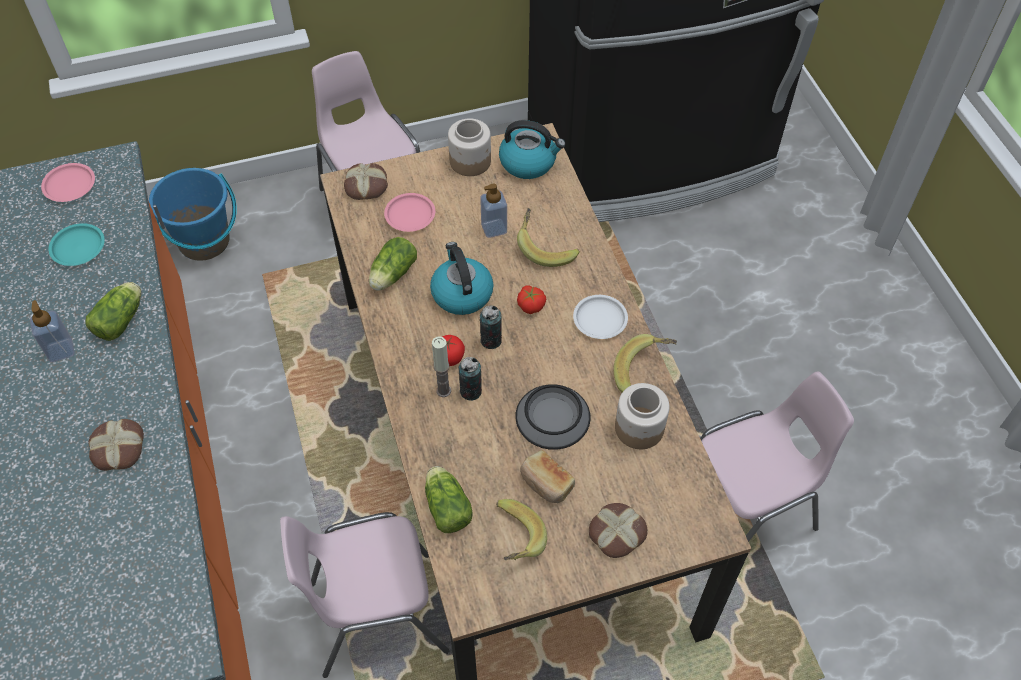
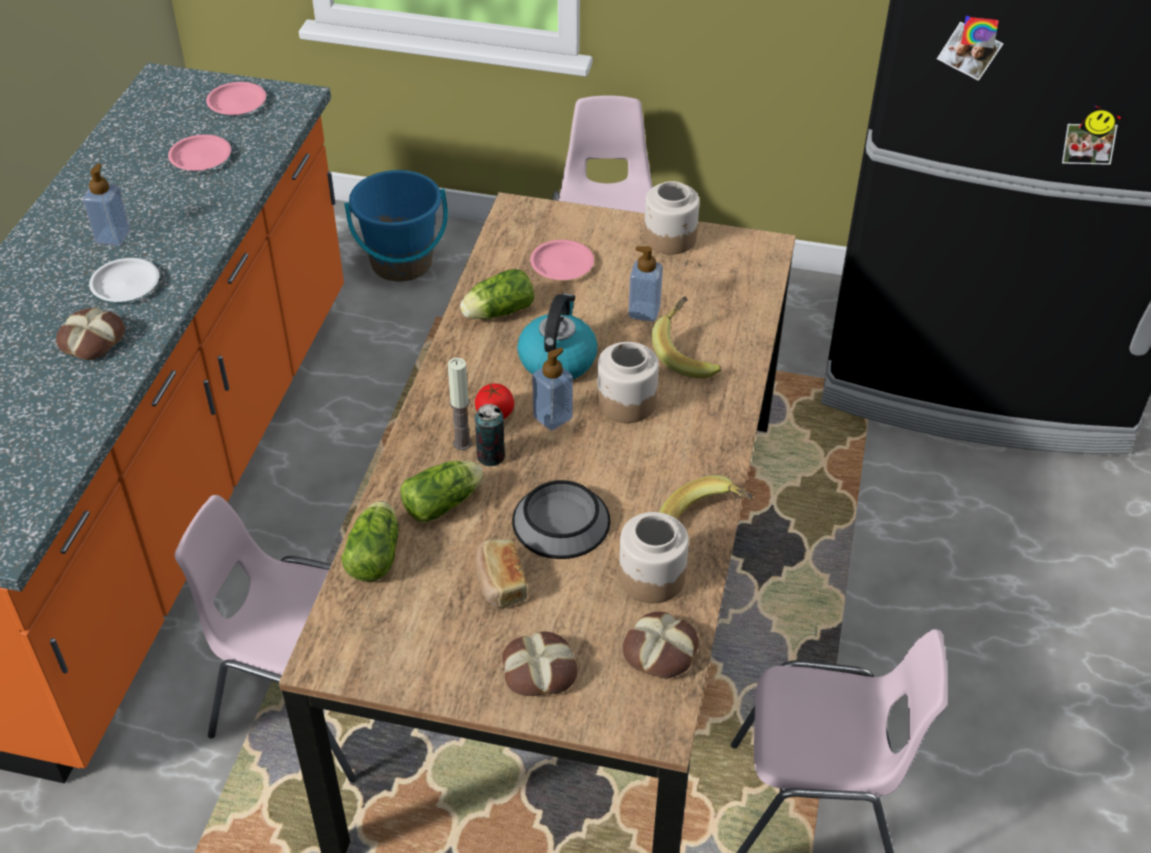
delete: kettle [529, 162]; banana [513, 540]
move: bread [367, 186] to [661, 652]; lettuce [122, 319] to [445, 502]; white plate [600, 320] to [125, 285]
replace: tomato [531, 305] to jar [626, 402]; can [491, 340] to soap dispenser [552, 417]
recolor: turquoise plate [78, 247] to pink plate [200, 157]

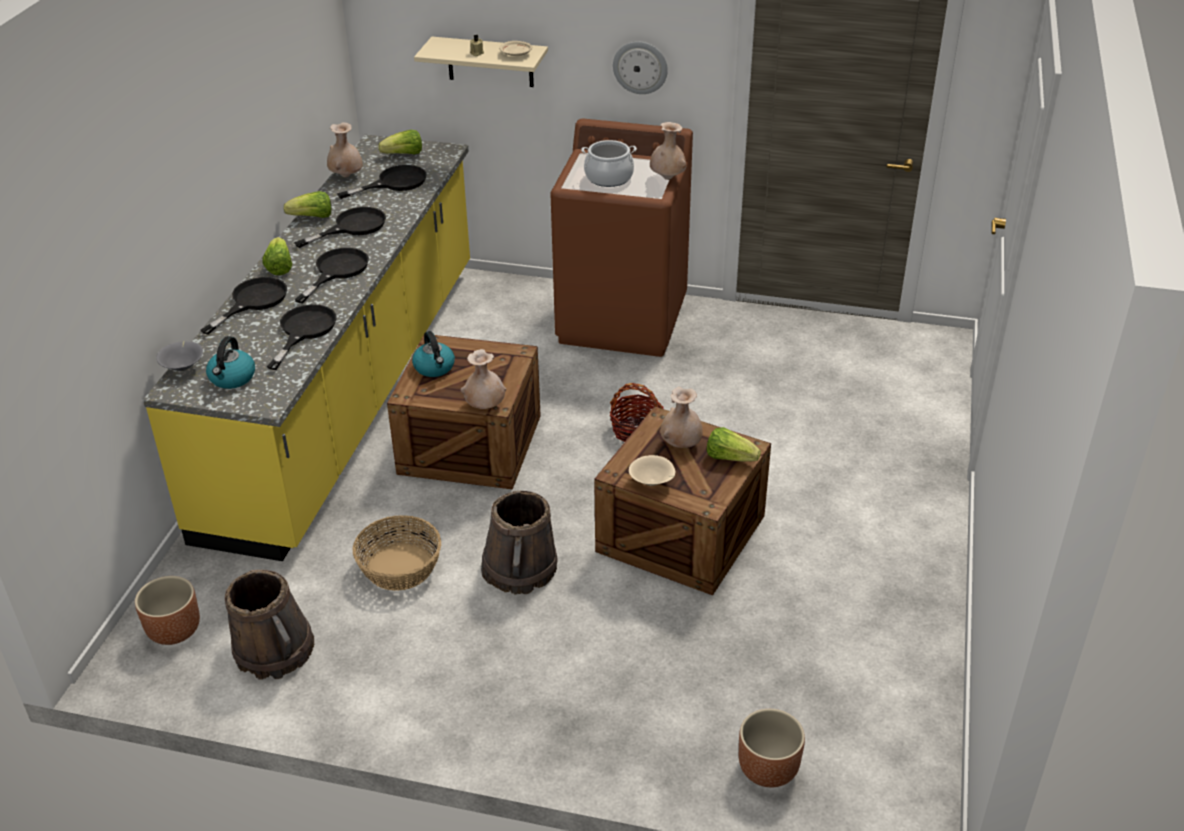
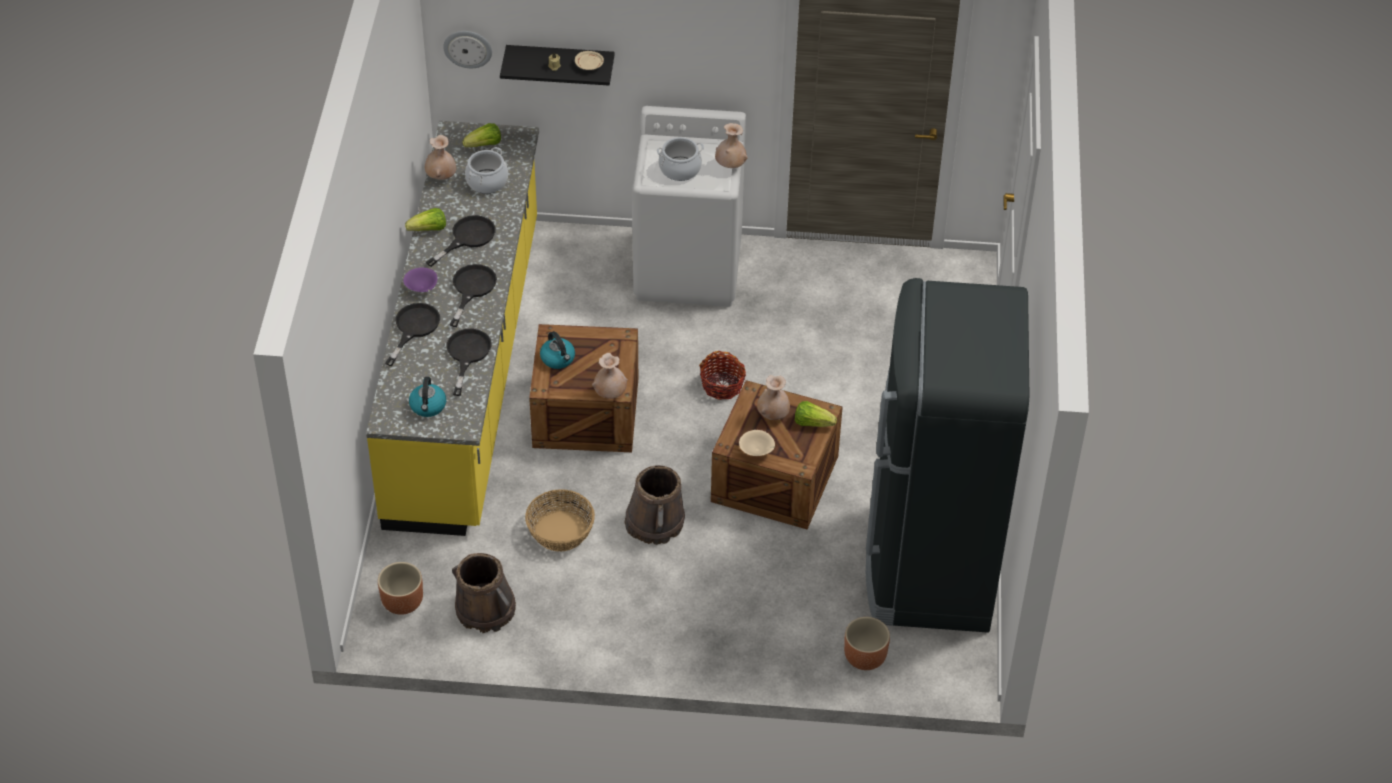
delete: grey bowl [183, 367]
insert: black fridge [929, 568]
move: wall clock [640, 67] to [468, 48]
replace: black frying pan [394, 183] to cooking pot [487, 181]; lettuce [279, 267] to purple bowl [421, 289]
recolor: beige shelf [490, 62] to black shelf [560, 63]; brown washing machine [623, 320] to white washing machine [688, 269]

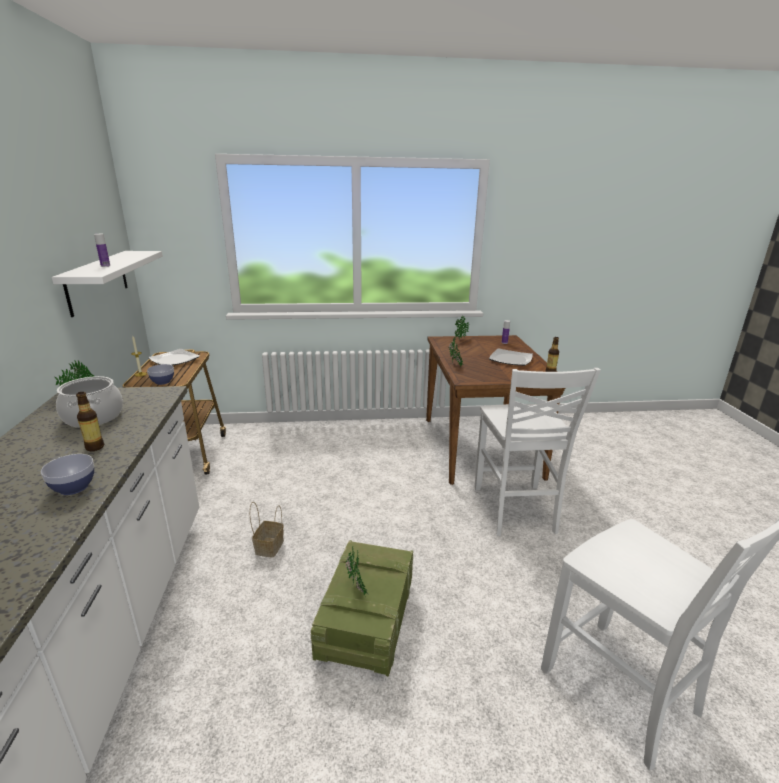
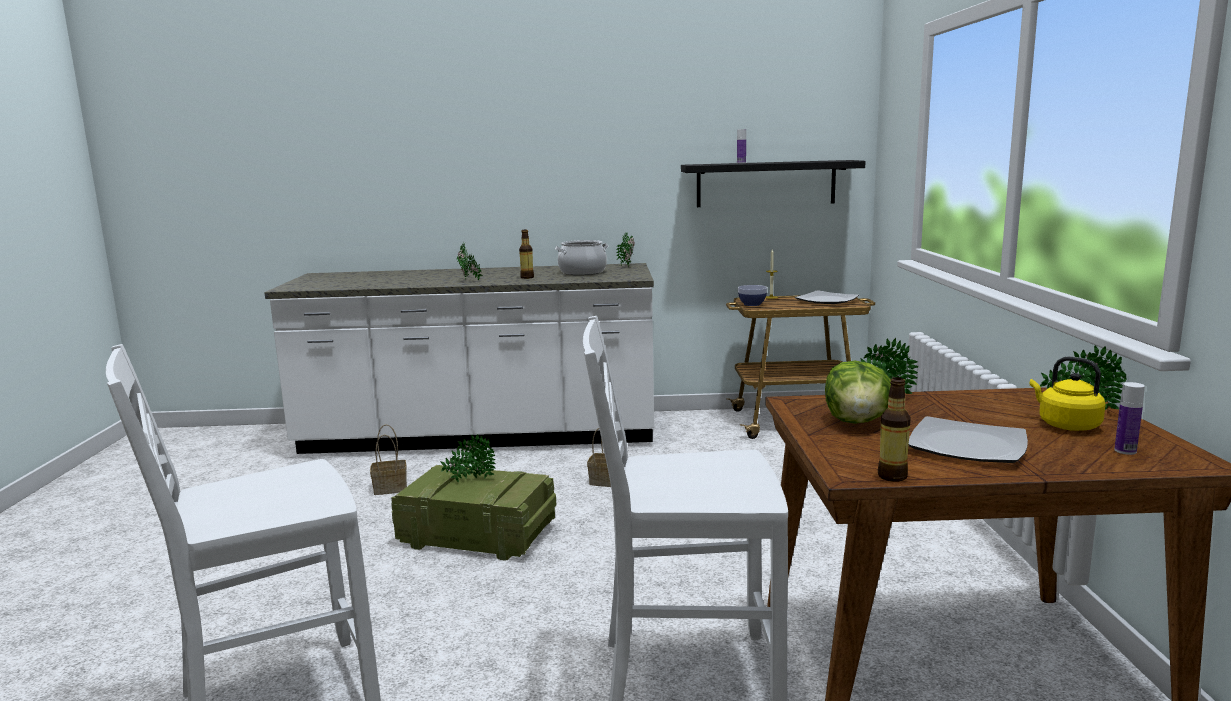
insert: yellow kettle [1065, 425]; lettuce [857, 422]; basket [391, 488]
replace: bowl [74, 487] to potted plant [470, 281]
recolor: white shelf [97, 281] to black shelf [766, 183]

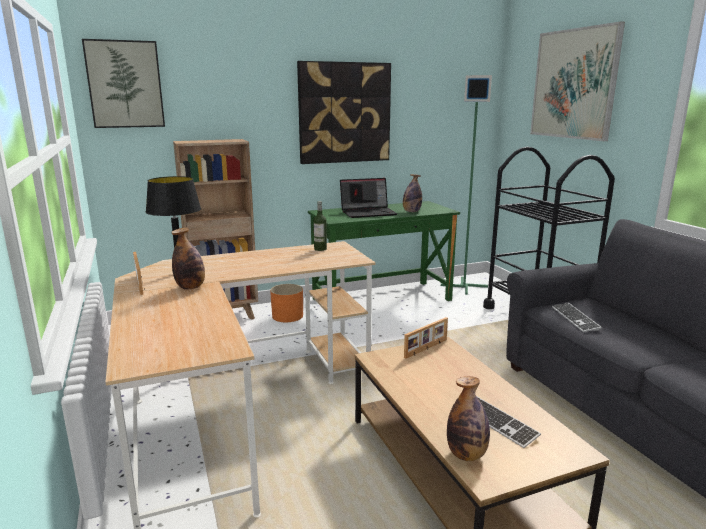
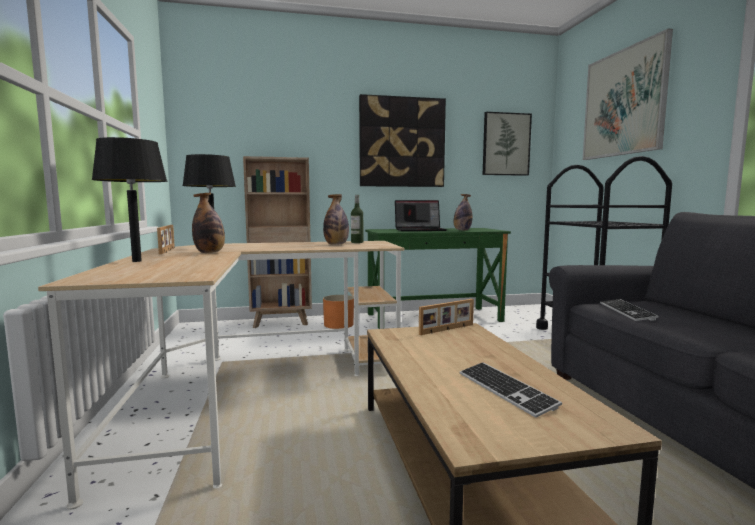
delete: green floor lamp [463, 286]
insert: black table lamp [137, 261]
move: picture [125, 84] to [506, 144]; bottle [466, 454] to [336, 244]

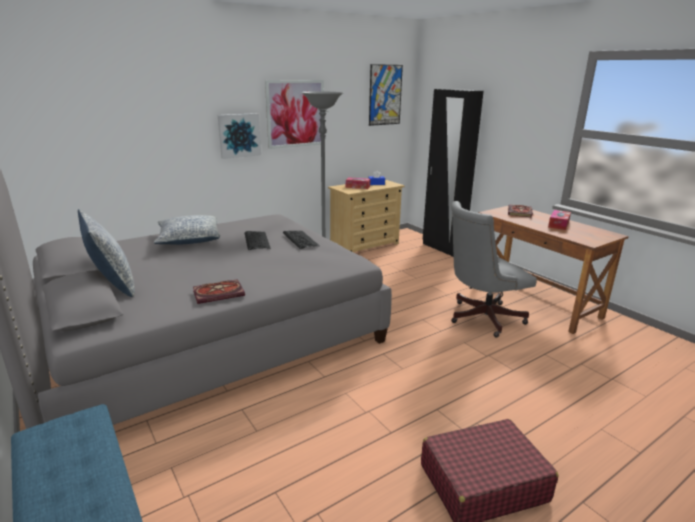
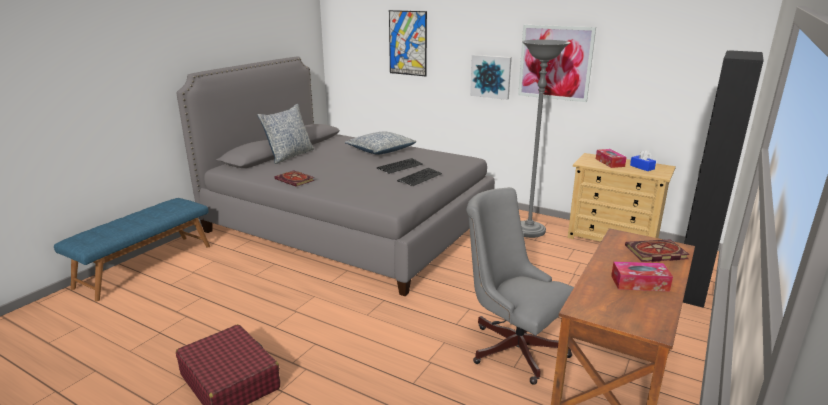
move: picture [385, 95] to [407, 43]

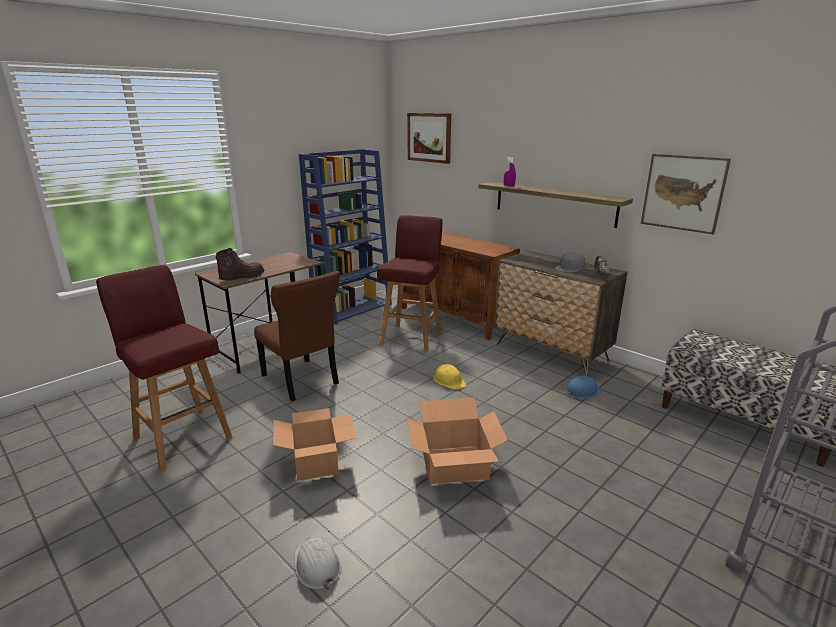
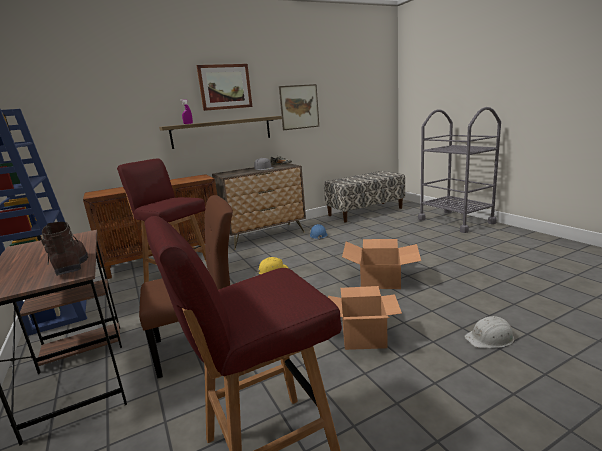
move: picture [429, 137] to [225, 87]

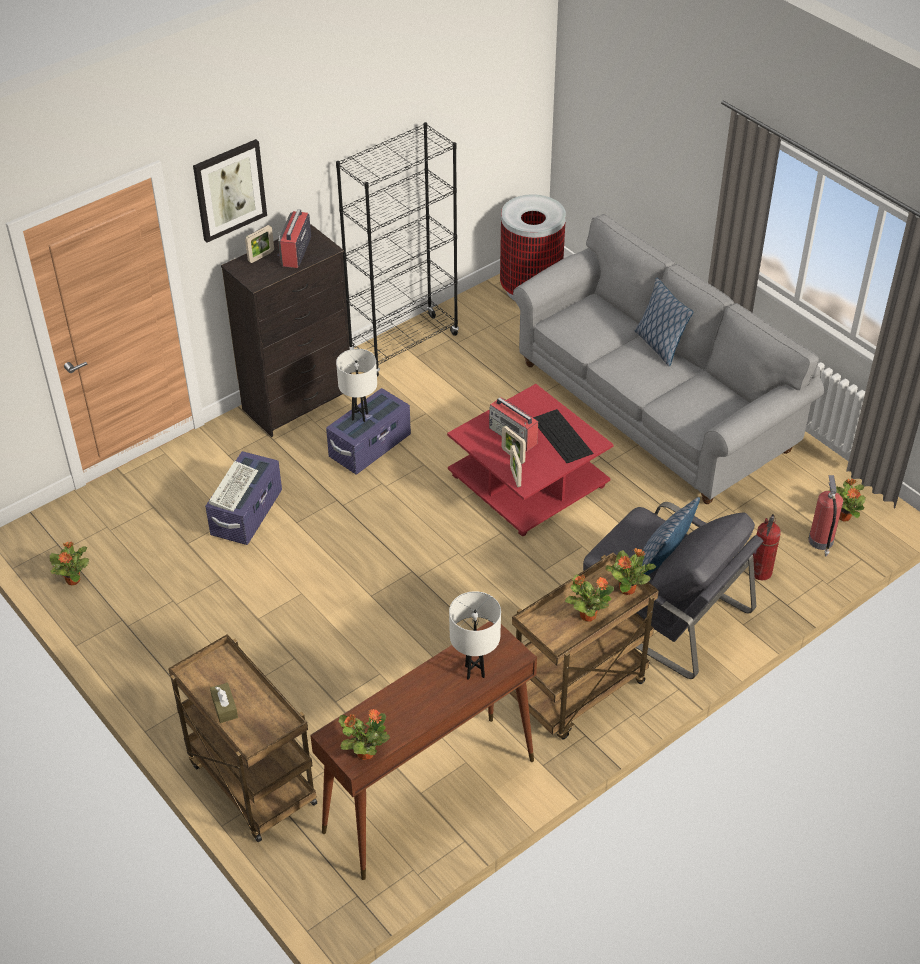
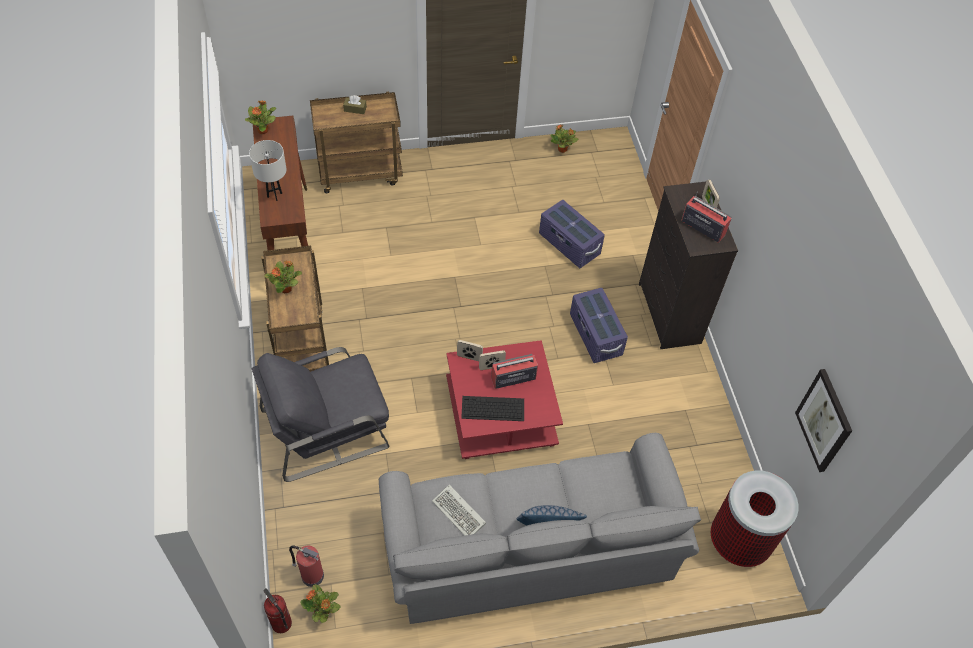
delete: black bookcase [404, 345]; white table lamp [359, 416]; pillow [663, 561]; potted plant [628, 589]
move: picture [229, 190] to [824, 420]; keyboard [233, 487] to [460, 513]; fire extinguisher [761, 572] to [281, 623]

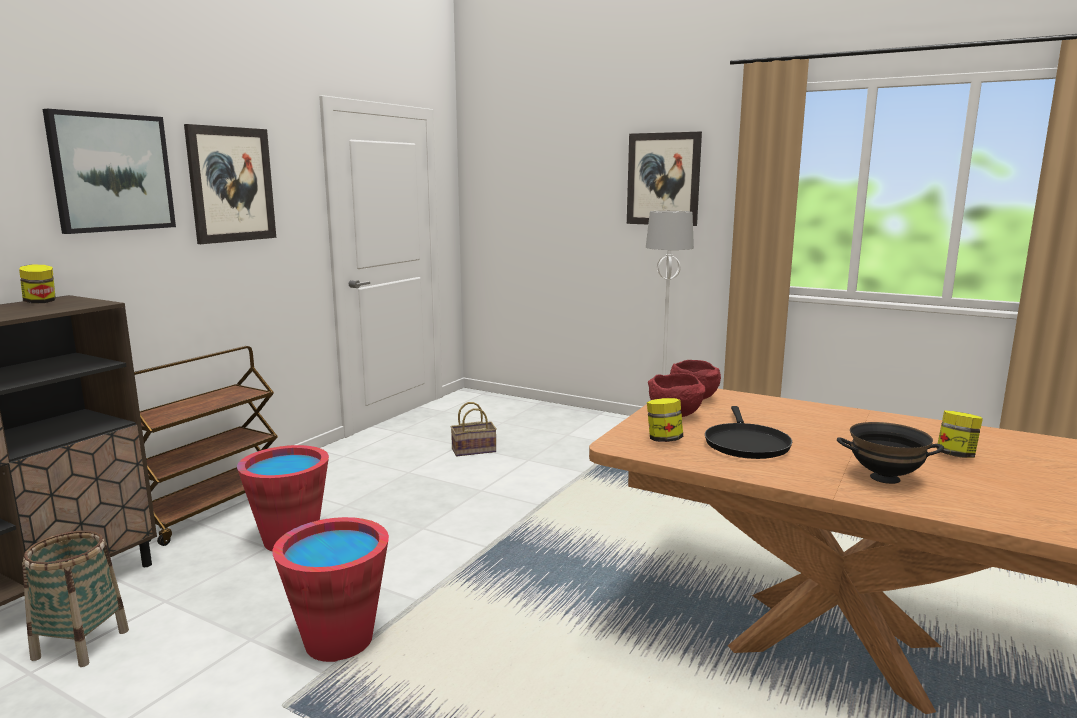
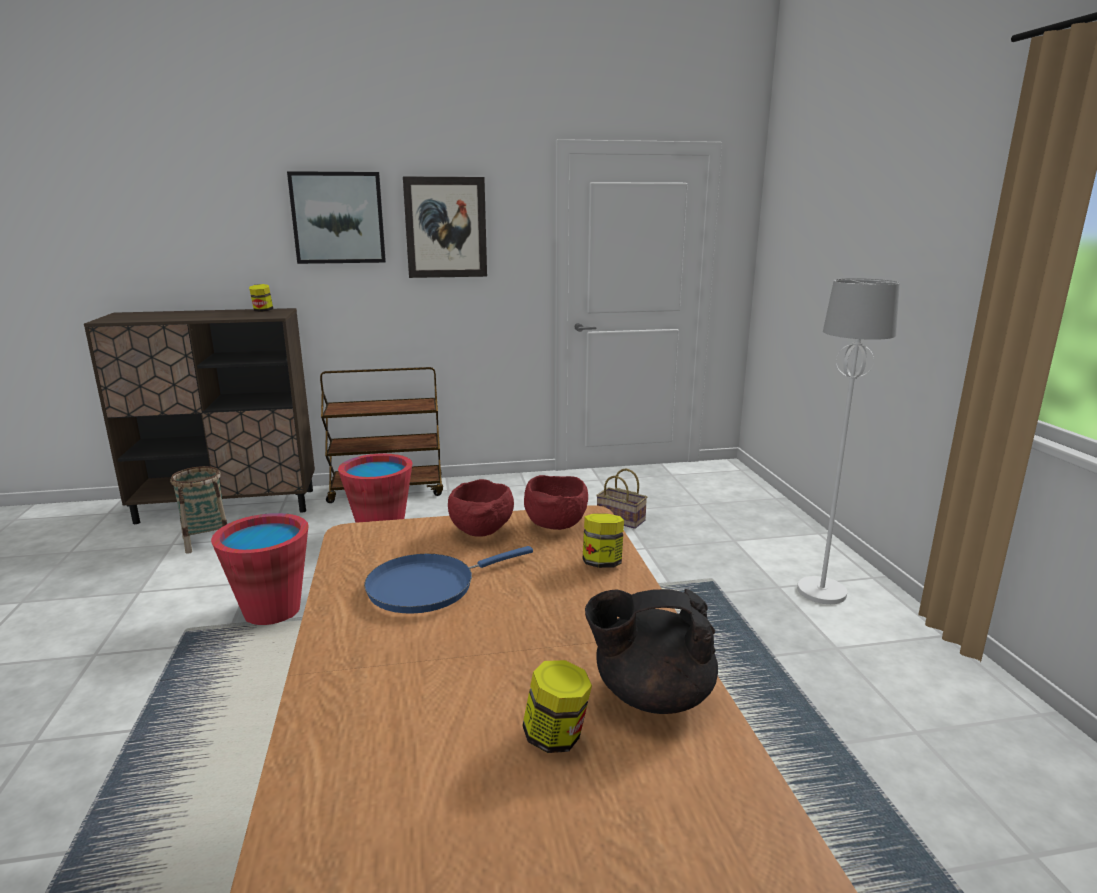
delete: picture [663, 179]; black bowl [885, 477]
insert: black teapot [651, 695]
move: jar [664, 440] to [602, 563]
recolor: black frying pan [745, 444] to blue frying pan [428, 587]

